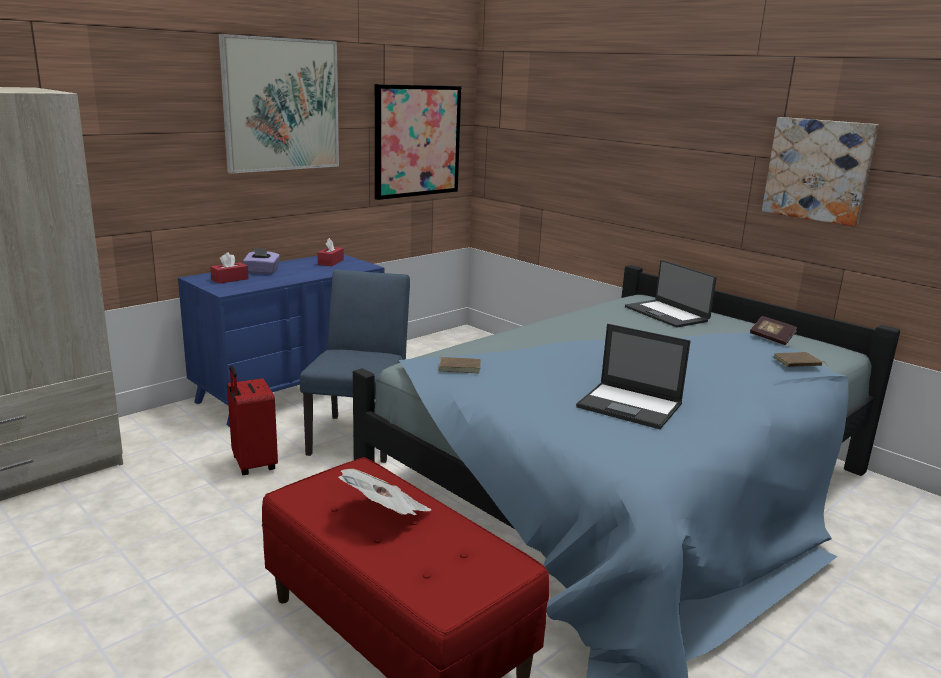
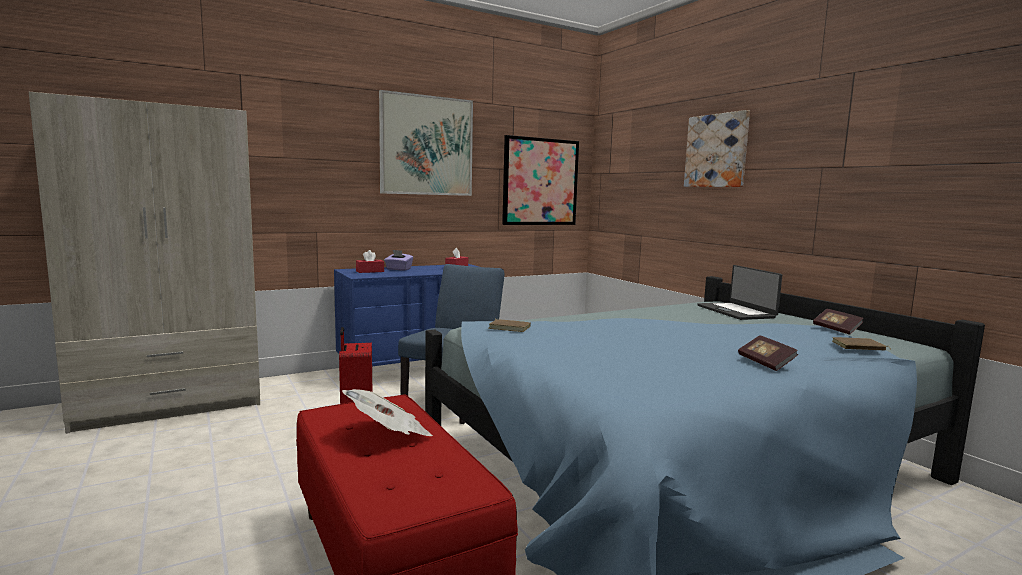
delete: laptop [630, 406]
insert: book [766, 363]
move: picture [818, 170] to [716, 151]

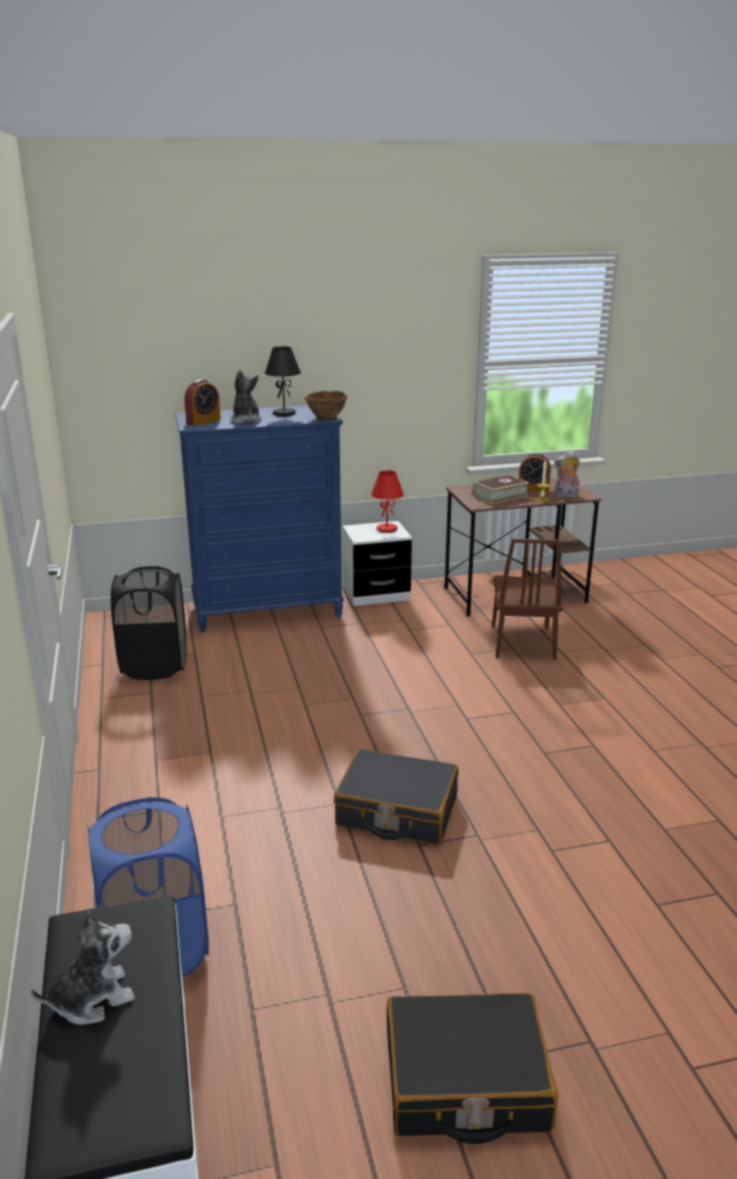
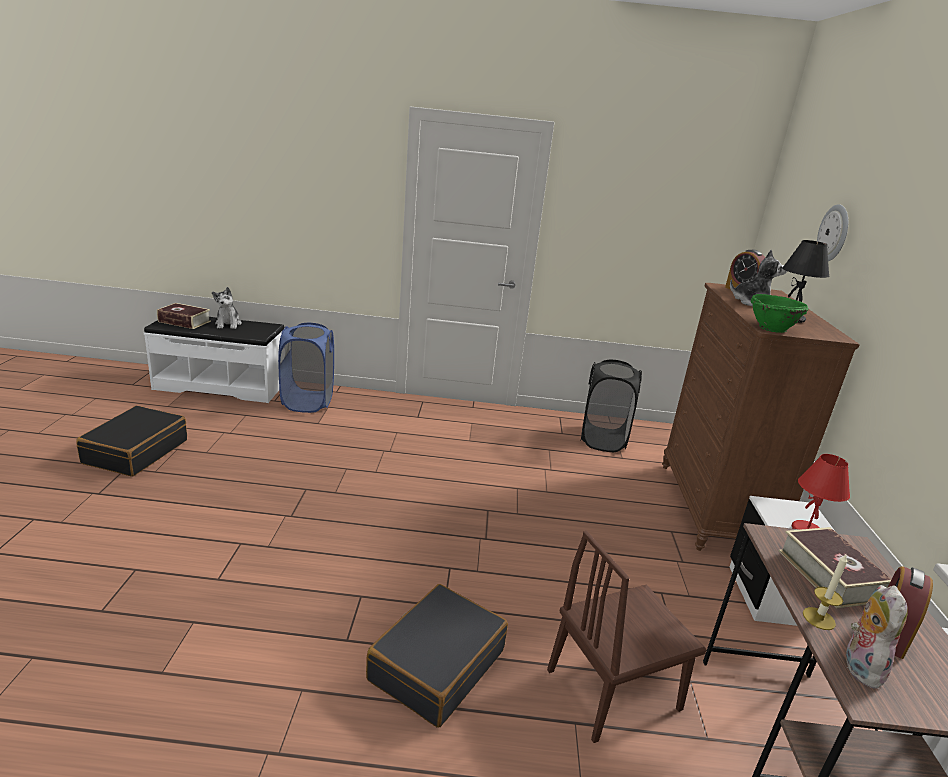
insert: wall clock [834, 233]; book [184, 321]
move: black suitcase [397, 811] to [436, 664]
recolor: brown bowl [326, 418] to green bowl [771, 328]; blue dresser [267, 610] to brown dresser [713, 508]
rotate: brown chair [522, 642] = [613, 689] 45 degrees counterclockwise

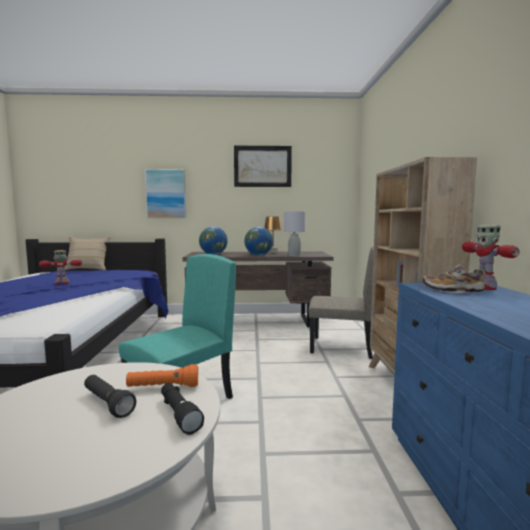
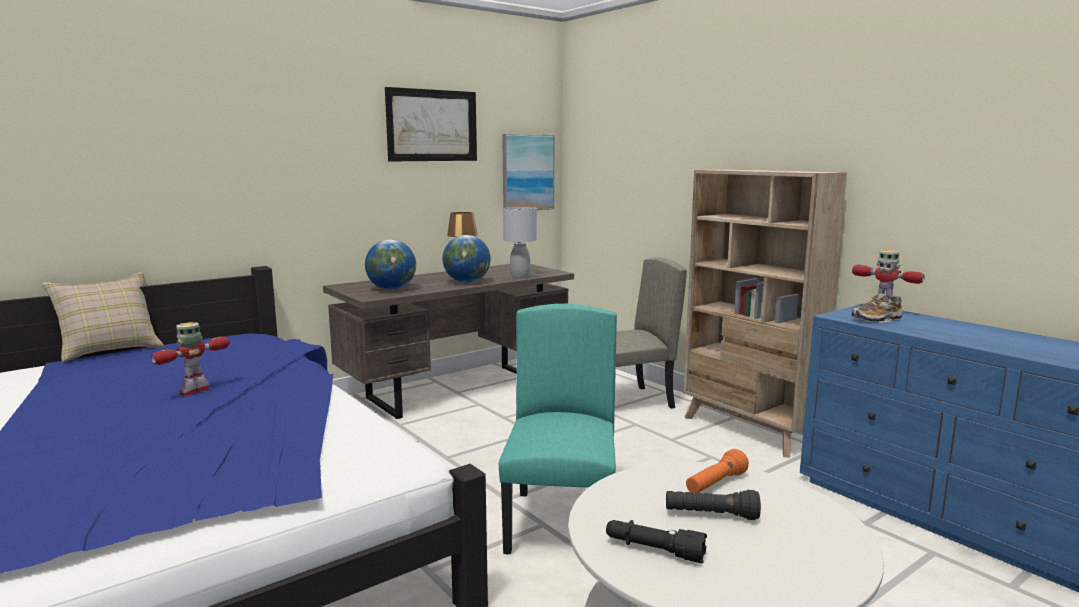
move: picture [166, 194] to [527, 172]; black flashlight [178, 414] to [654, 550]

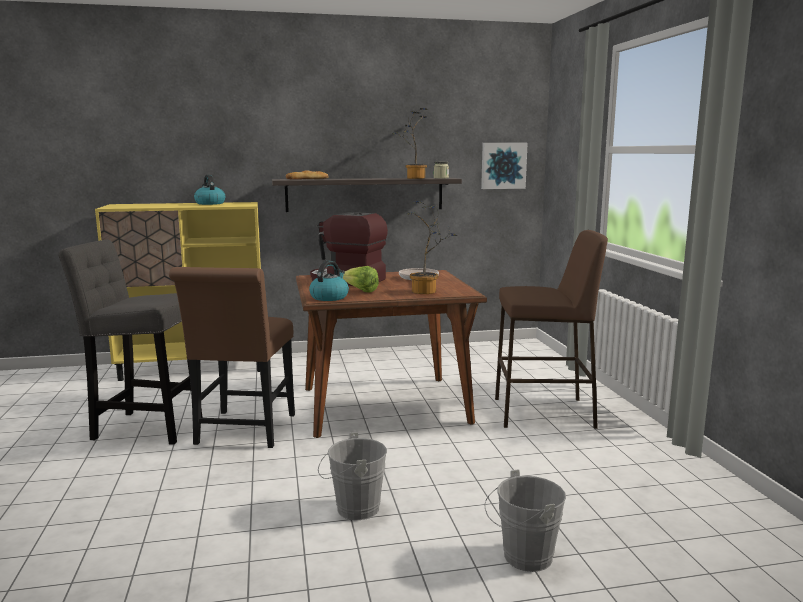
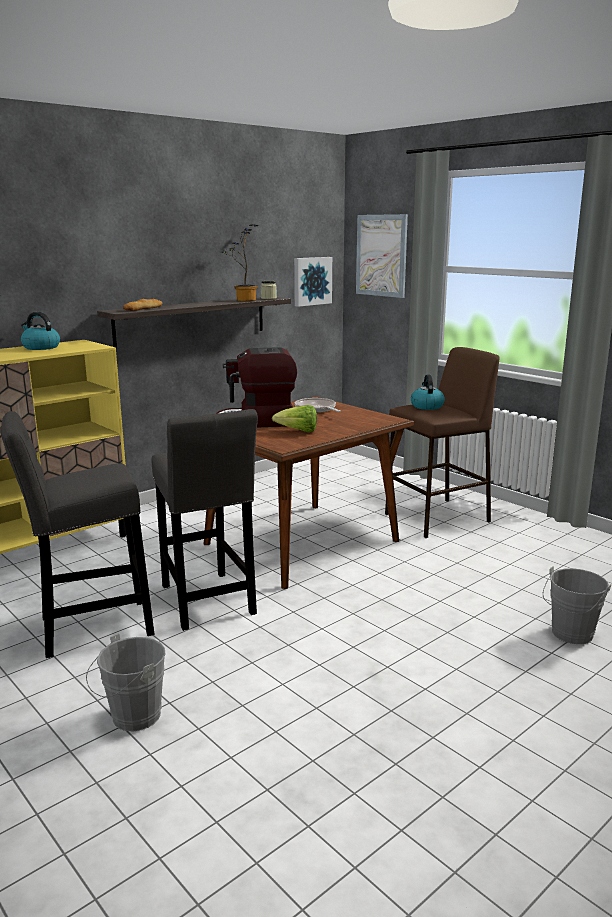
delete: potted plant [427, 292]
insert: picture [381, 255]
move: kettle [329, 297] to [426, 406]; grey bucket [353, 509] to [131, 718]
replace: brown chair [243, 432] to grey stool [207, 603]

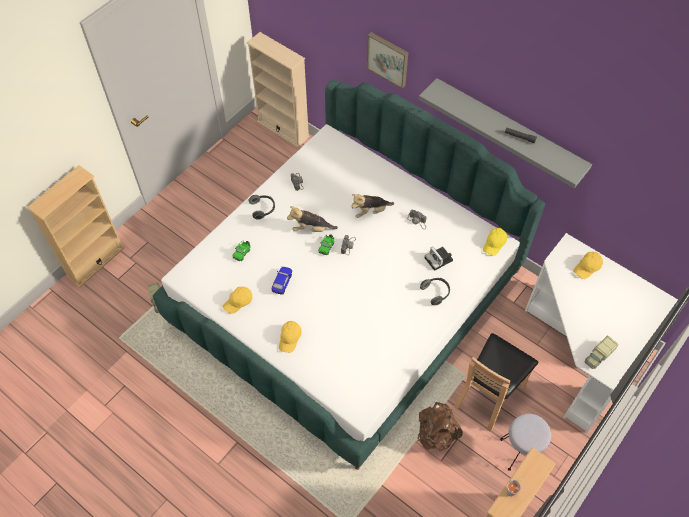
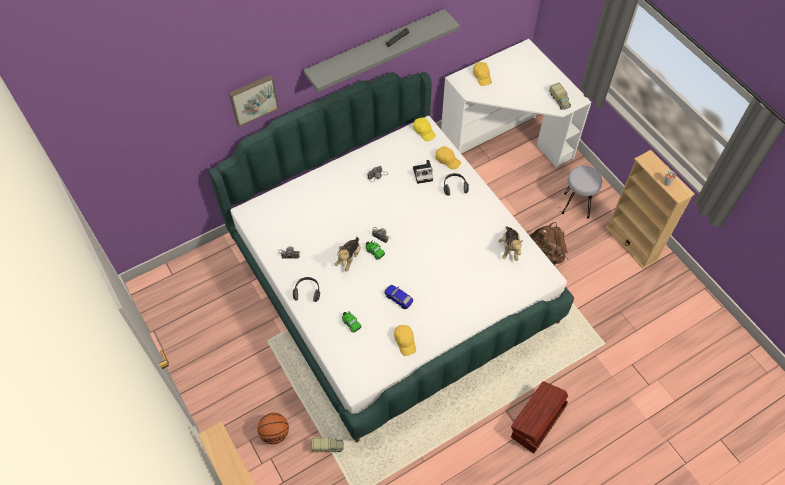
delete: beige bookcase [283, 129]; brown chair [488, 395]
insert: brown storage box [536, 422]; basketball [275, 433]
move: plush toy [370, 211] to [509, 248]; yellow cap [290, 338] to [447, 160]

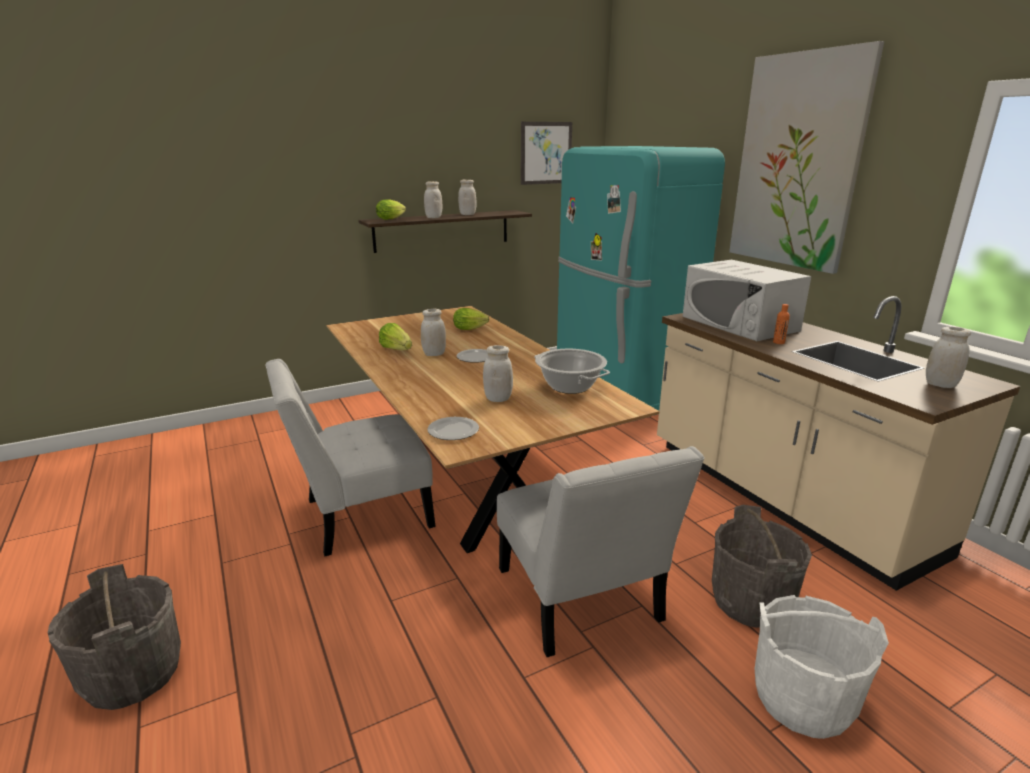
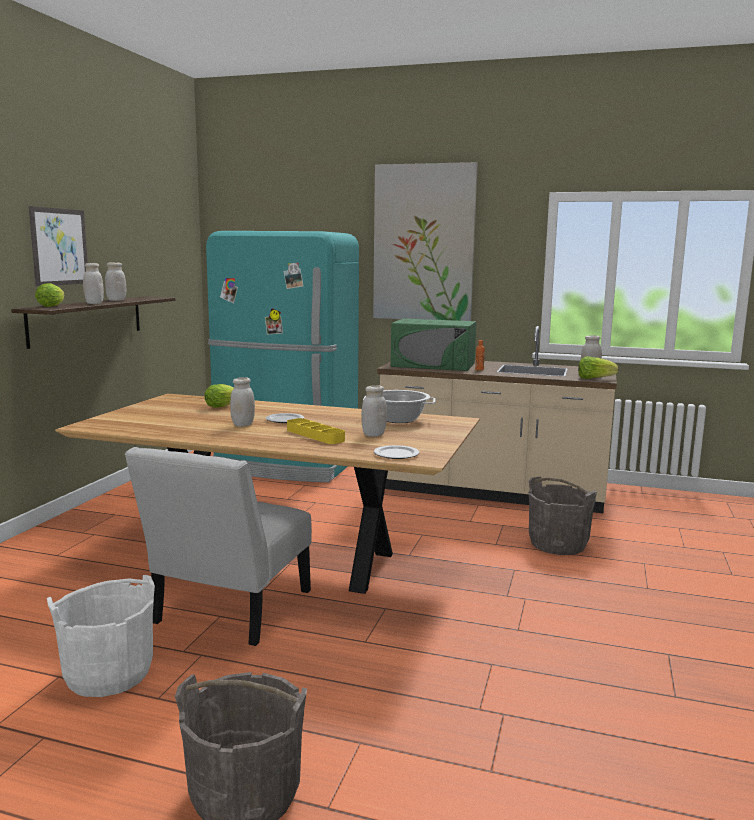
delete: white chair [581, 601]
insert: yellow tray [315, 435]
move: picture [546, 153] to [59, 247]; lettuce [396, 350] to [594, 379]; white bucket [802, 699] to [108, 673]
recolor: white microwave [739, 323] to green microwave [433, 365]

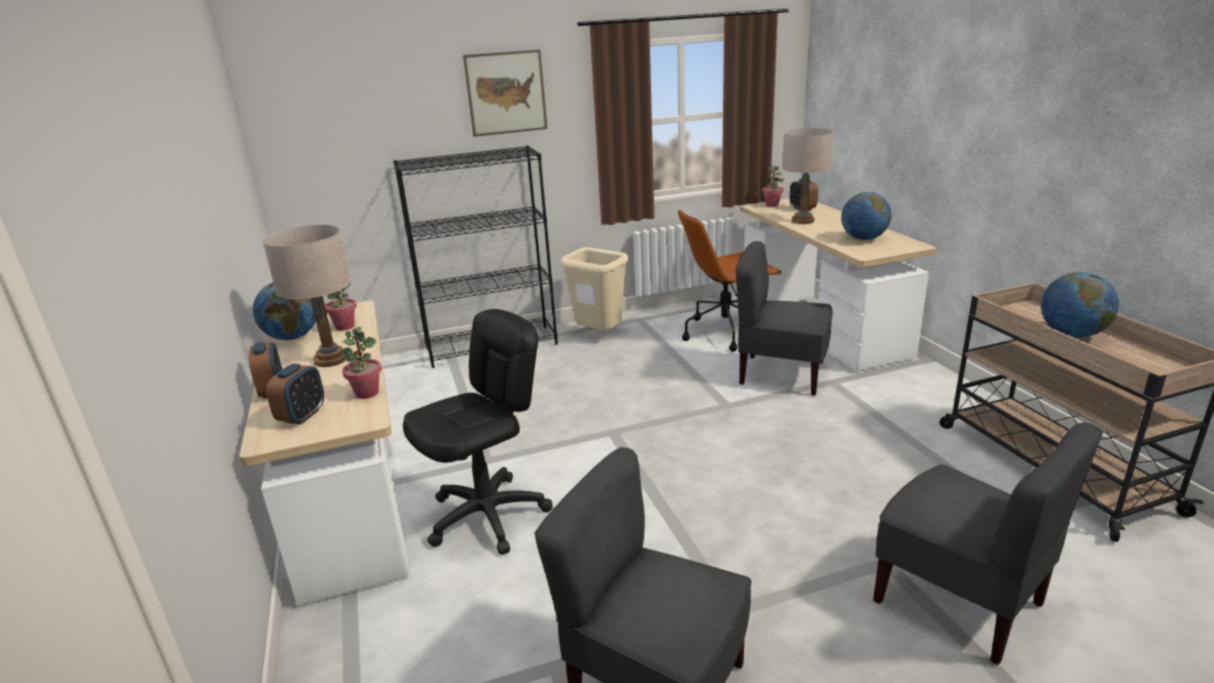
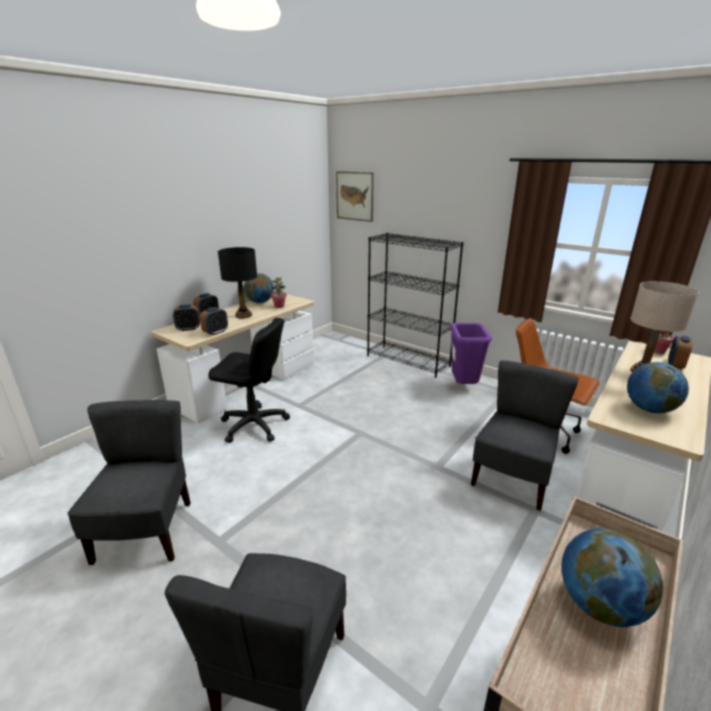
move: picture [506, 93] to [354, 196]
replace: potted plant [367, 393] to alarm clock [215, 332]
recolor: beige table lamp [331, 359] to black table lamp [243, 315]; beige trash can [599, 336] to purple trash can [463, 387]
rotate: grey chair [781, 374] = [512, 478] 45 degrees clockwise

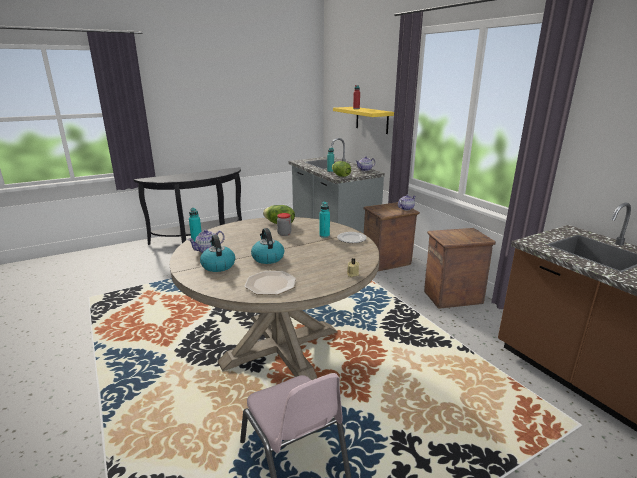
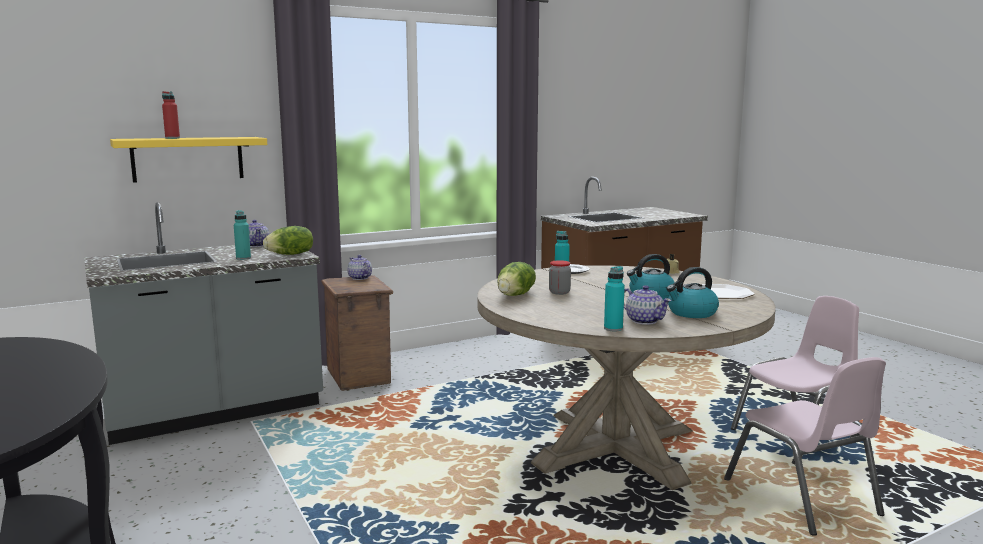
delete: crate [452, 297]
insert: pink chair [801, 497]

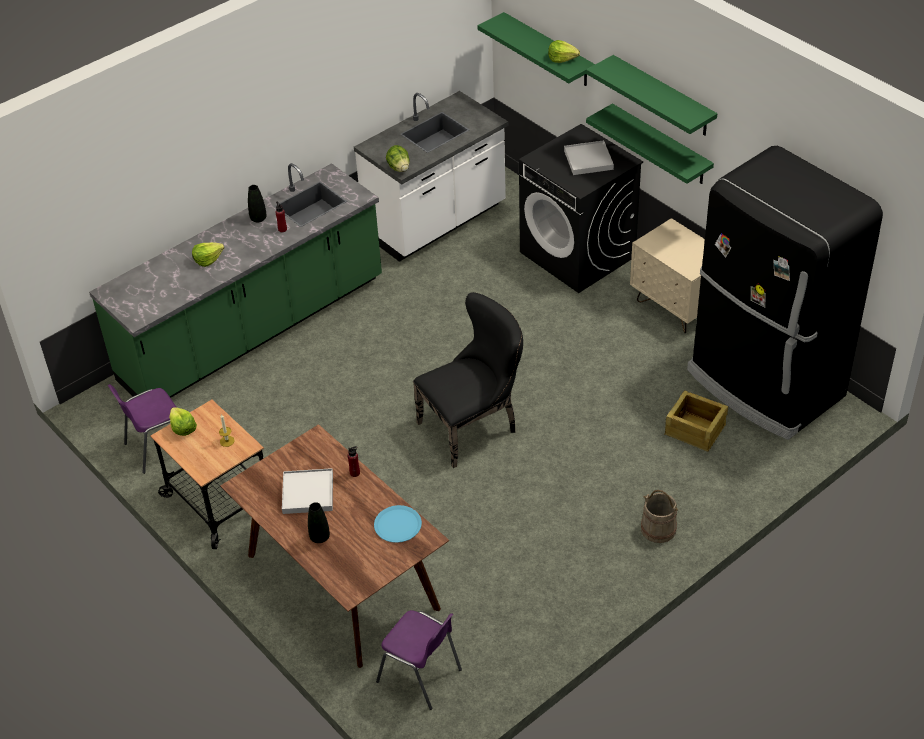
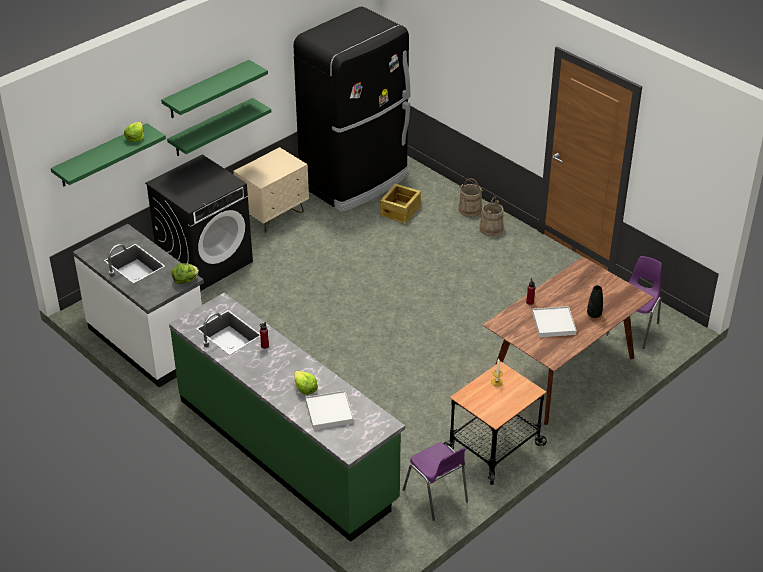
delete: black vase [258, 218]; black chair [473, 426]; lettuce [183, 428]; blue plate [397, 525]
insert: beige bucket [470, 209]
move: white tray [588, 160] to [329, 412]

